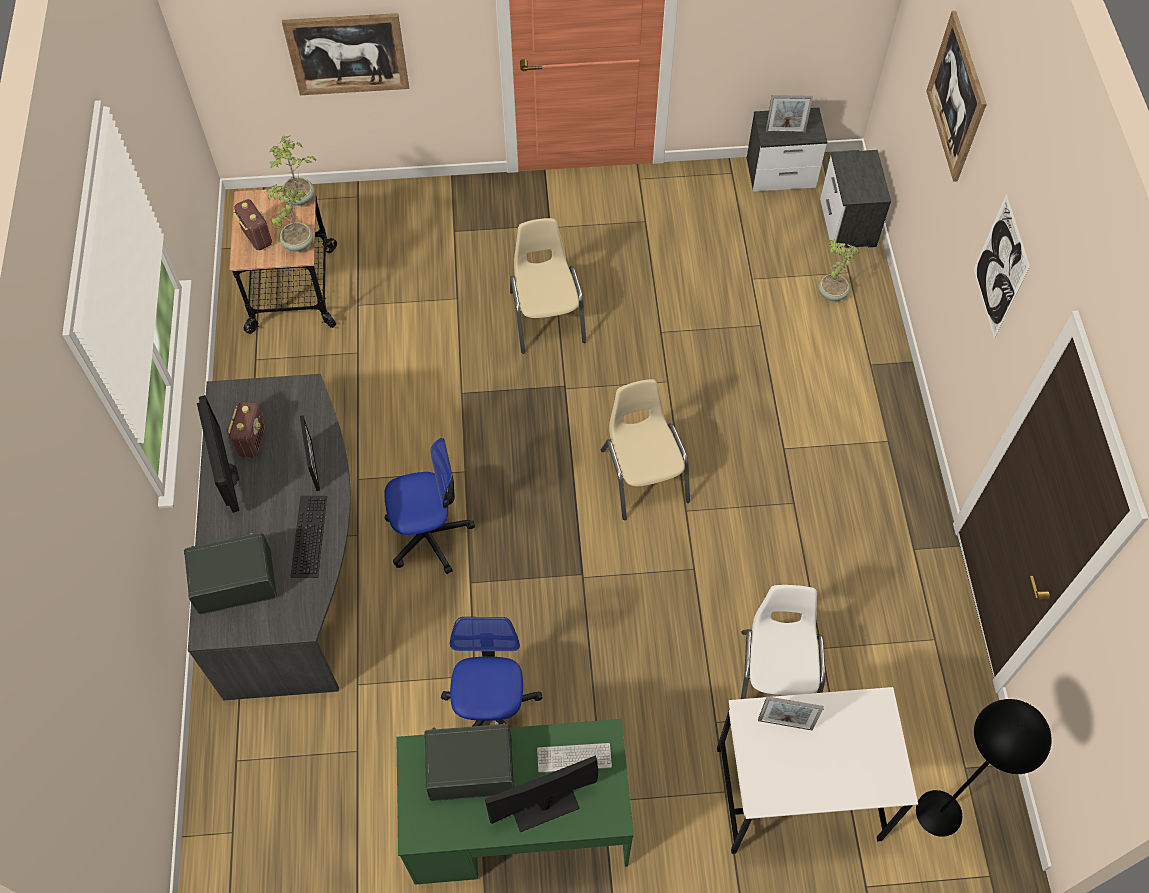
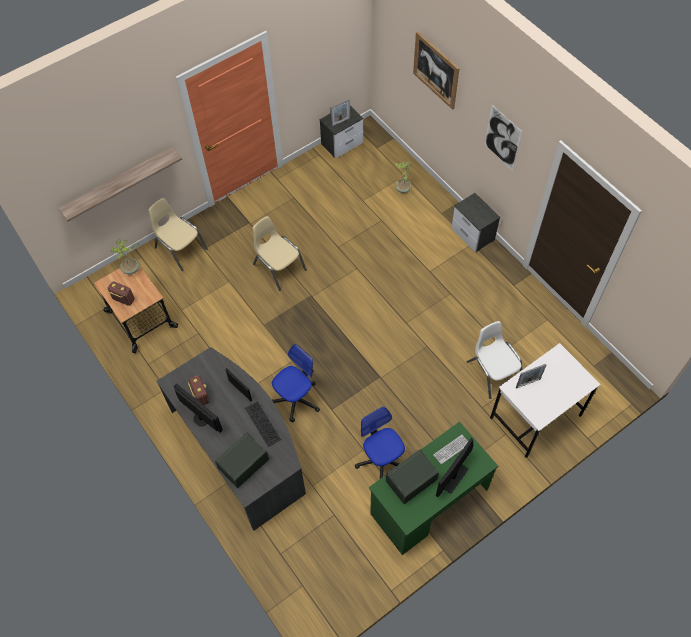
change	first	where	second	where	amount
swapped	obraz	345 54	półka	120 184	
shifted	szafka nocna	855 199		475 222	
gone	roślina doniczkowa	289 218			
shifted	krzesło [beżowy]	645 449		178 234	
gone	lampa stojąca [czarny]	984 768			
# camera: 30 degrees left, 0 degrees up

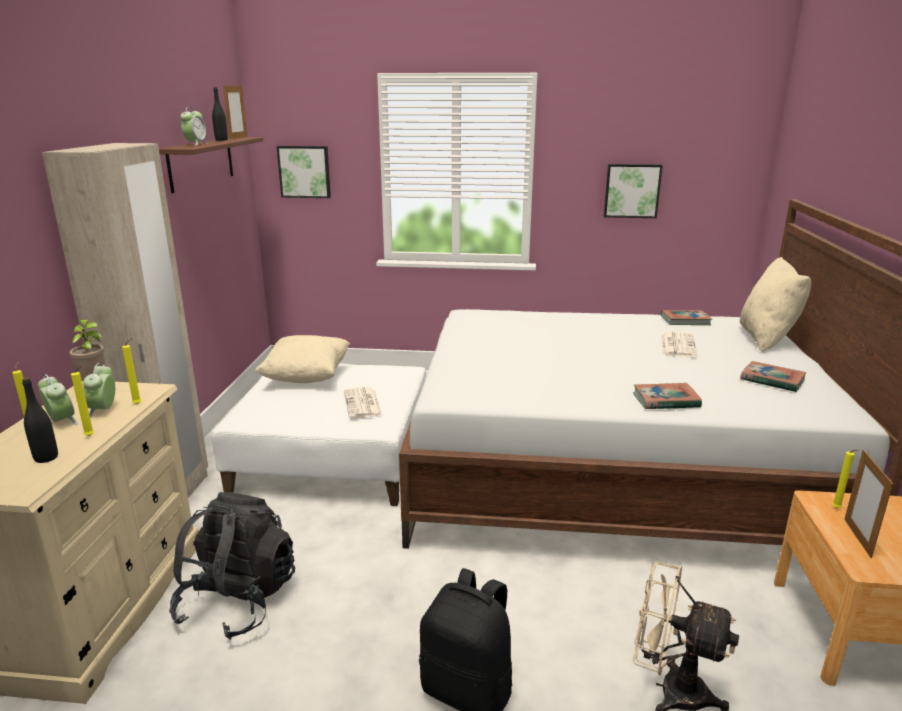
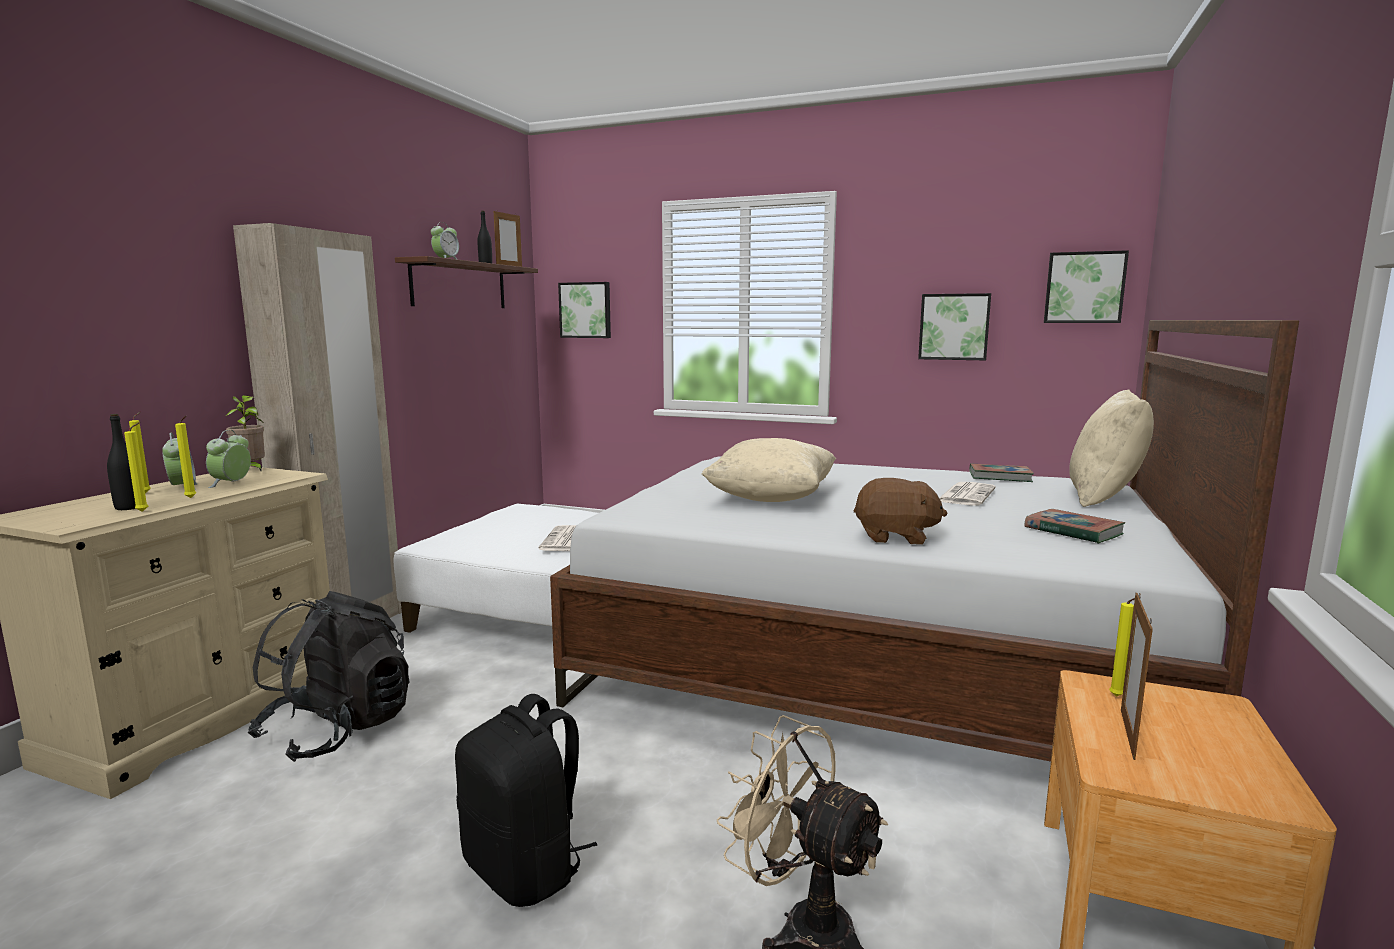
change	first	where	second	where	amount
shifted	poduszka [beżowy]	302 359		769 470	
shifted	świeca [żółty]	131 371		136 467	
swapped	książka	667 396	pluszak [brązowy]	901 511	
new			obraz	1086 286	
# camera: 15 degrees right, 10 degrees down

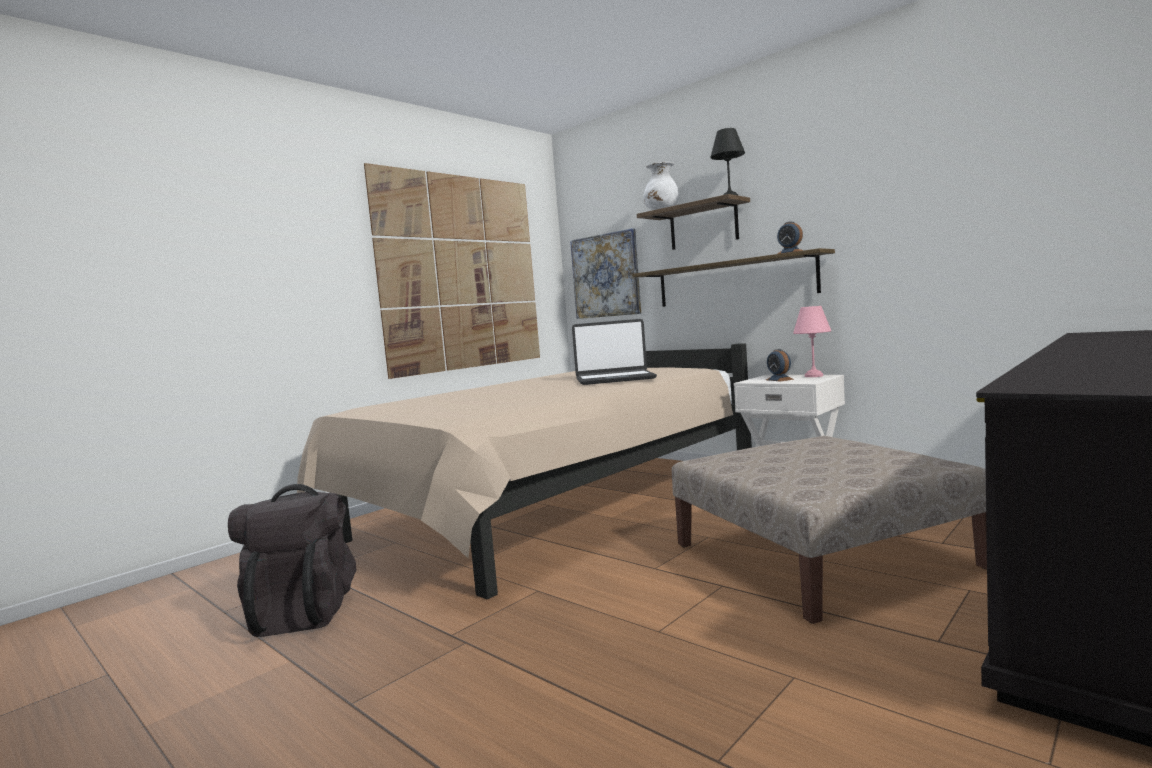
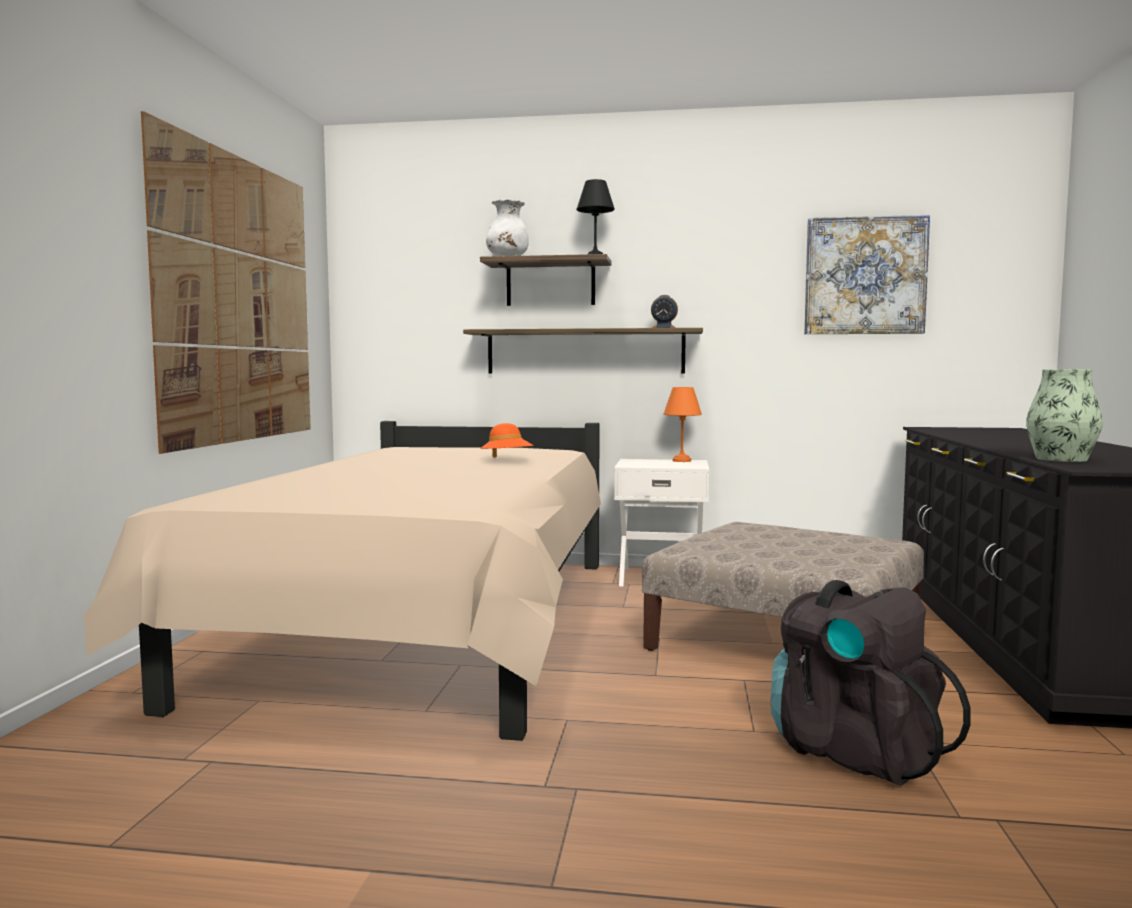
change	first	where	second	where	amount
shifted	obraz	605 273		867 274	
repainted	lampa stołowa [różowy]	812 341	lampa stołowa [pomarańczowy]	683 424	
swapped	laptop	614 352	kapelusz [pomarańczowy]	507 440	
gone	budzik	780 365			
shifted	plecak [czarny]	292 560		871 683	
new			wazon	1064 415	
# camera: 35 degrees left, 0 degrees up

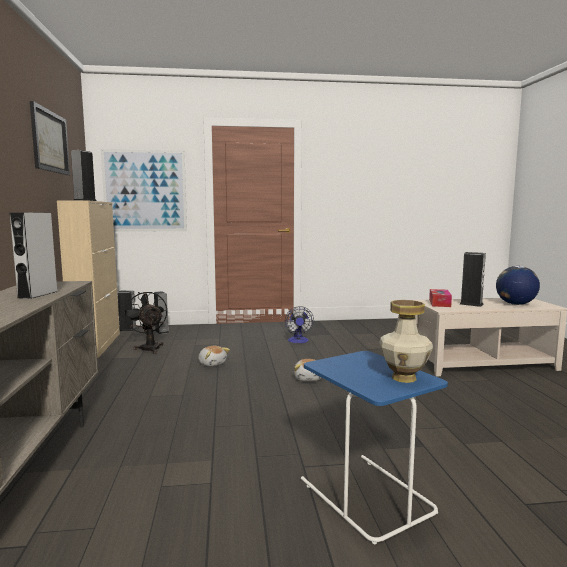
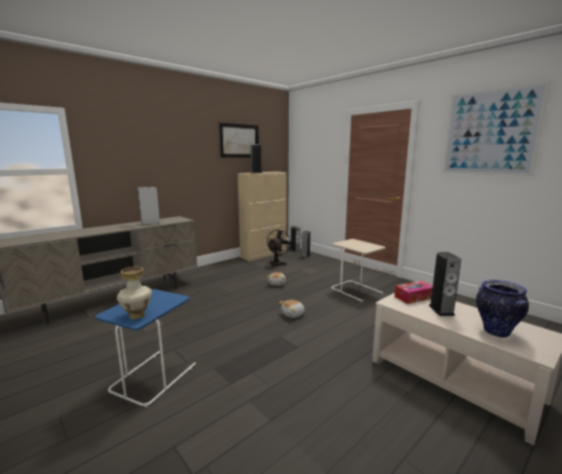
change	first	where	second	where	amount
shifted	obraz	144 190		496 128	
swapped	globus	518 285	wazon	502 309	
swapped	wentylator	299 324	stolik [beżowy]	358 270	
# camera: 55 degrees right, 5 degrees up

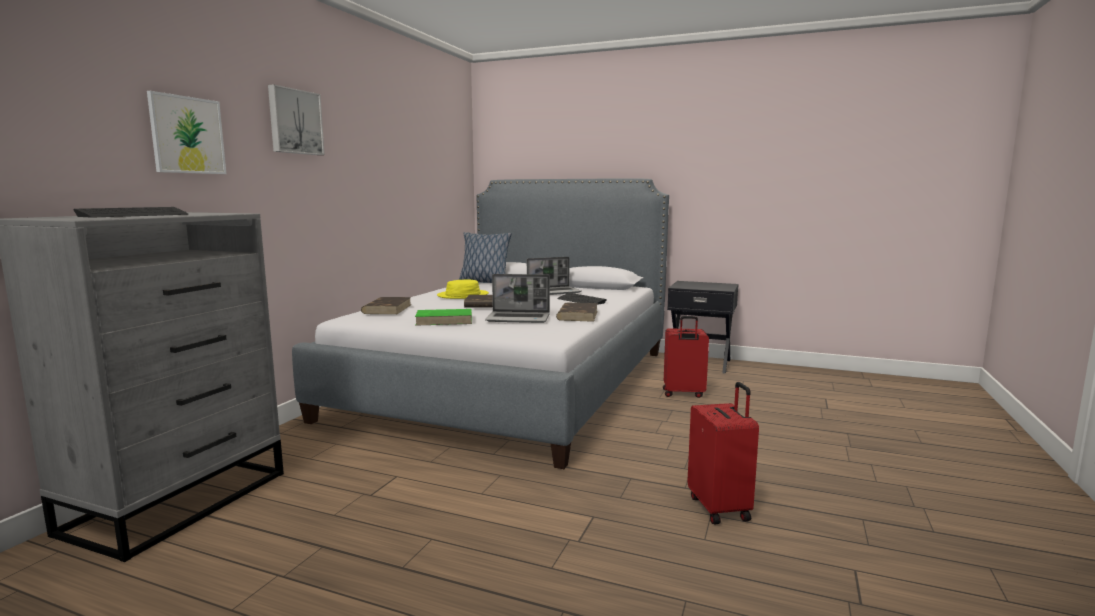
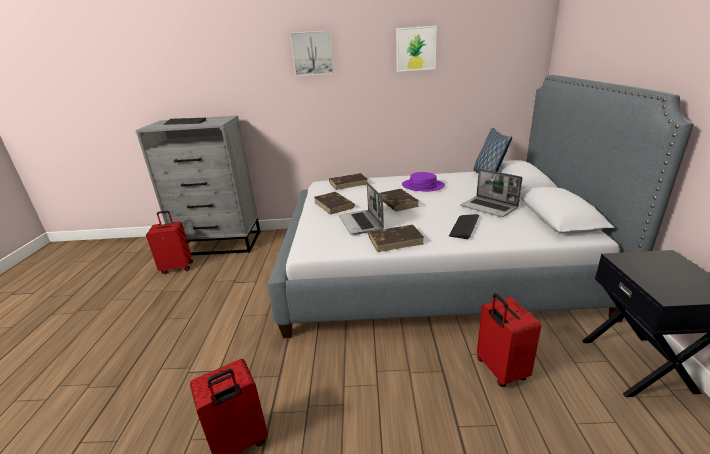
change	first	where	second	where	amount
shifted	obraz	186 132		416 49	
repainted	kapelusz [żółty]	463 289	kapelusz [fioletowy]	423 181	
repainted	książka [zielony]	443 317	książka [brązowy]	334 203	
new			walizka [czerwony]	169 242	
# camera: 70 degrees right, 15 degrees up

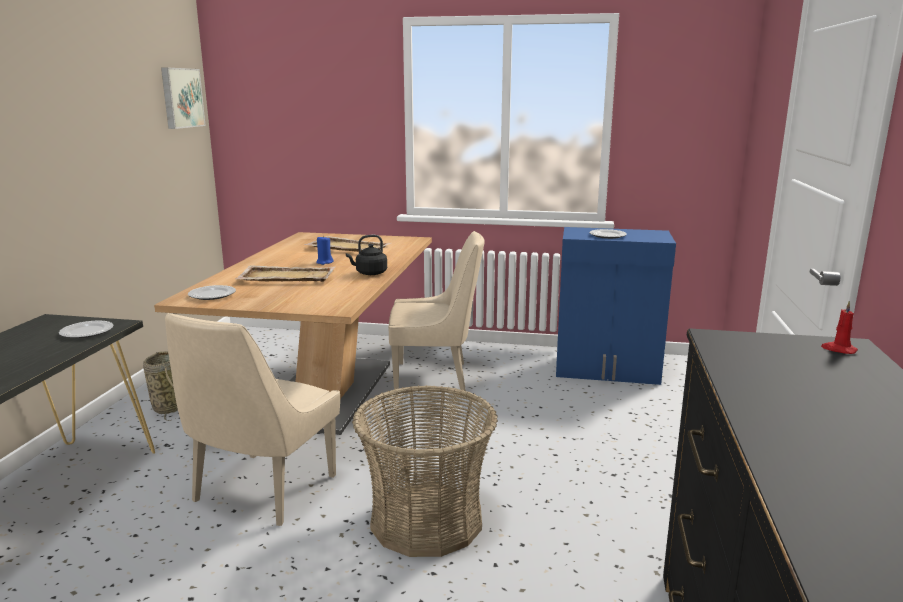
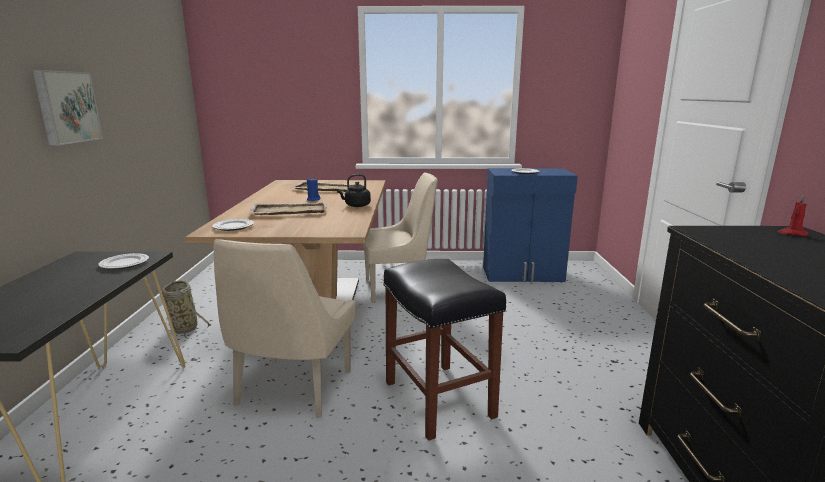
change	first	where	second	where	amount
shifted	obraz	183 98		67 108	
swapped	koszyk	425 471	stołek [czarny]	444 350	
# camera: 10 degrees left, 0 degrees up

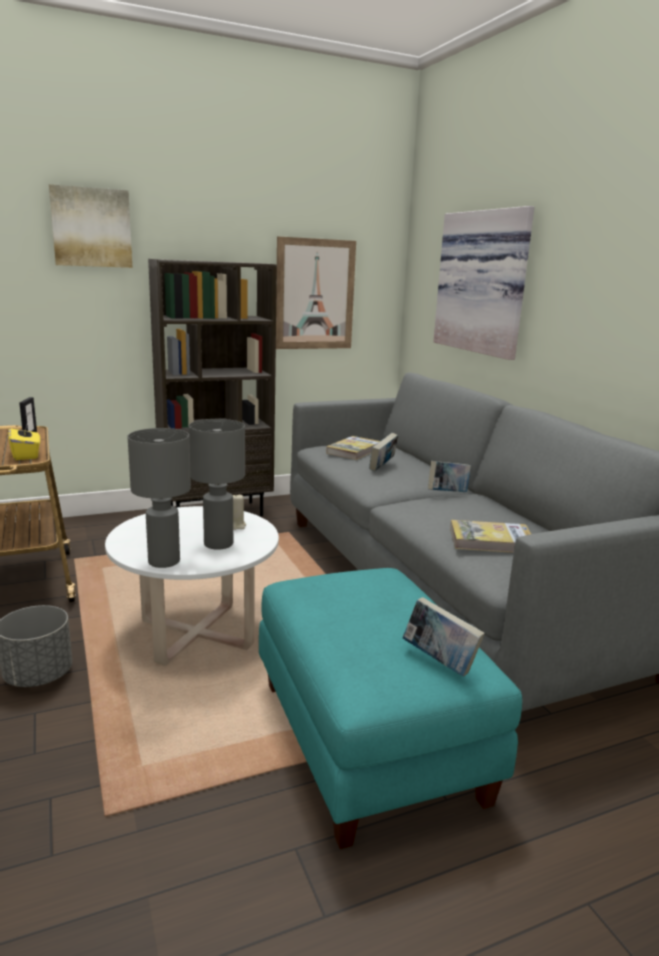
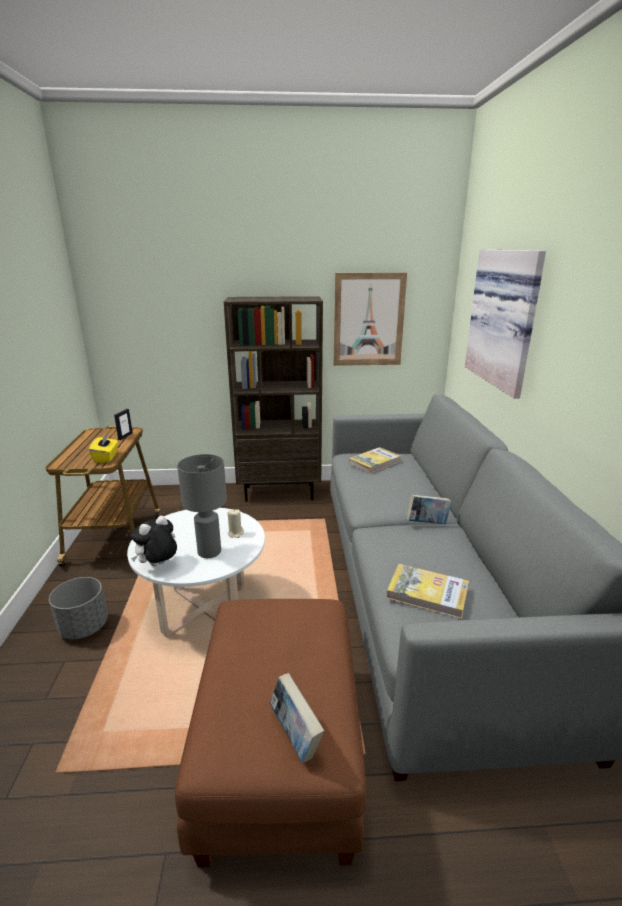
change	first	where	second	where	amount
gone	obraz	90 226			
swapped	lampa stołowa [szary]	159 498	pluszak	153 541	
gone	książka	383 452			
repainted	pufa [turkusowy]	390 708	pufa [brązowy]	270 733	
# camera: 20 degrees right, 5 degrees up

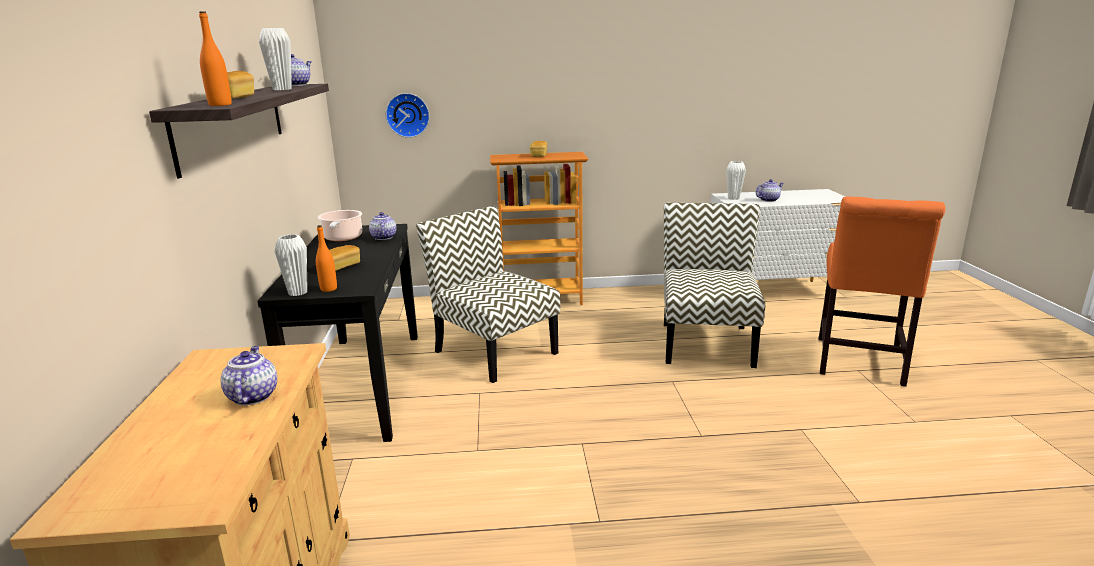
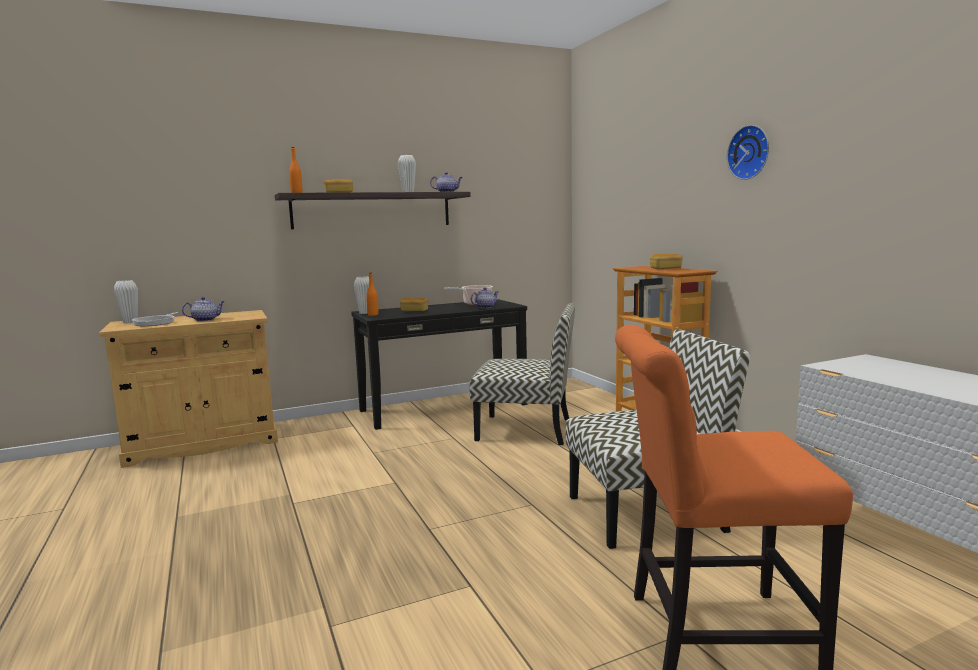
change	first	where	second	where	amount
shifted	zegar ścienny	408 115		748 152	
shifted	wazon [biały]	736 180		126 301	
gone	imbryk	770 190			
rotated	krzesło	488 294		522 374	75 degrees clockwise
new			patelnia	155 319	
# camera: 70 degrees right, 10 degrees down

